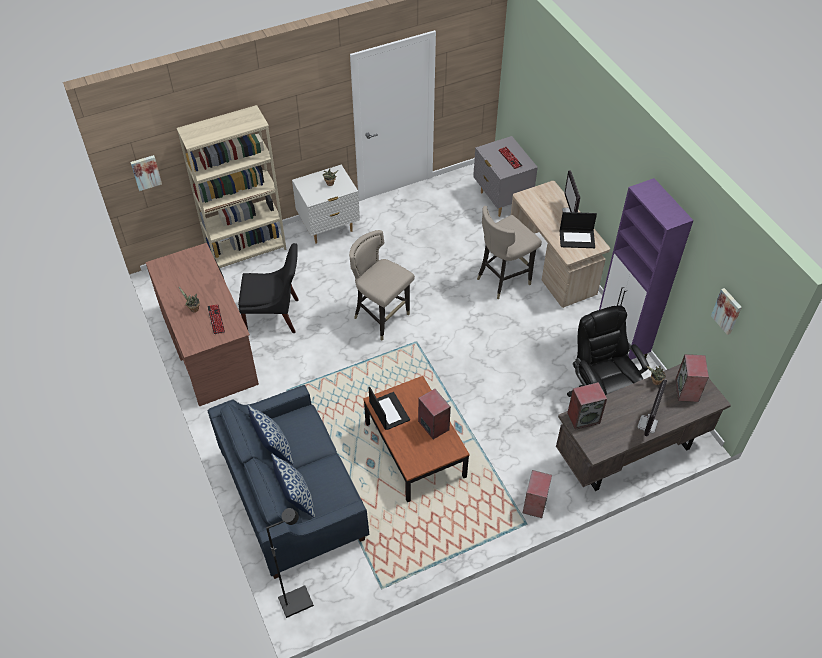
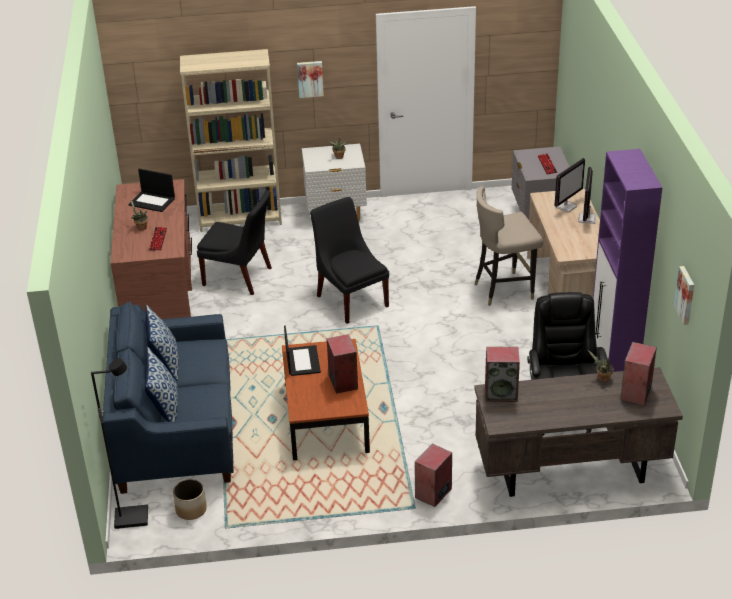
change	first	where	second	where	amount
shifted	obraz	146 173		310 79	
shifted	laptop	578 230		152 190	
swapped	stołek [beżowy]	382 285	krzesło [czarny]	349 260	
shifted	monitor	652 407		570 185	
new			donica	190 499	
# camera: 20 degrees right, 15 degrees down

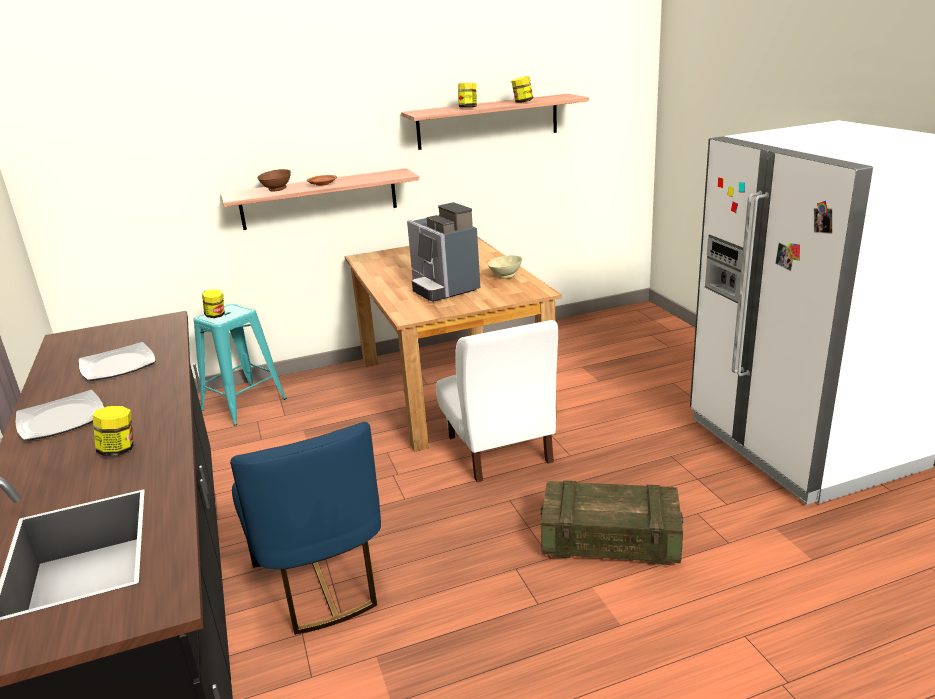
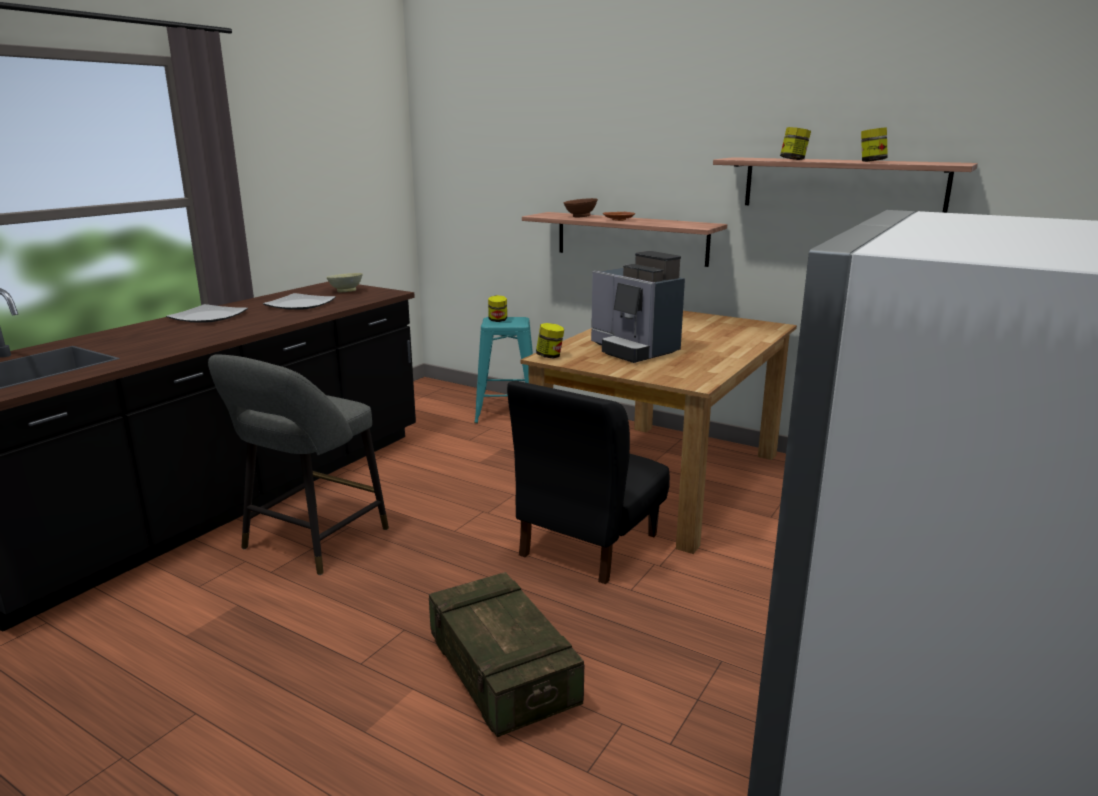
change	first	where	second	where	amount
rotated	ekspres do kawy	443 252		638 307	60 degrees counterclockwise
shifted	miska [beżowy]	505 267		345 282	
repainted	krzesło [biały]	497 401	krzesło [czarny]	588 482	
shifted	słoik	113 431		550 340	
swapped	krzesło [niebieski]	305 528	stołek [szary]	298 464	
# camera: 50 degrees right, 5 degrees down

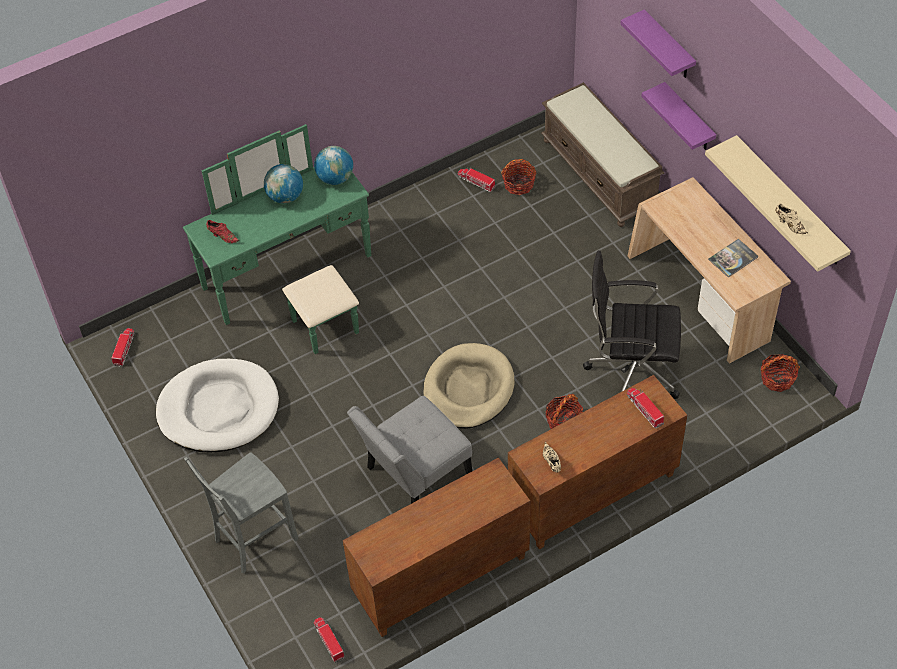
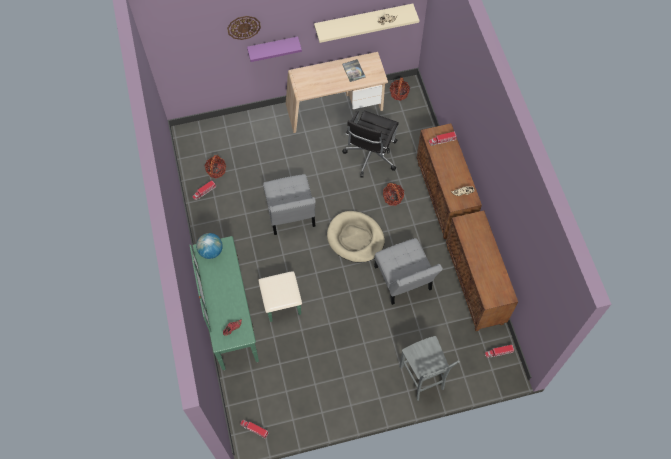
change	first	where	second	where	amount
swapped	półka [fioletowy]	658 43	zegar ścienny	244 28	
gone	ławka [brązowy]	602 154			
gone	globus	283 183			
gone	legowisko [biały]	217 406			
new			krzesło [szary]	289 204	
# camera: 75 degrees left, 10 degrees up

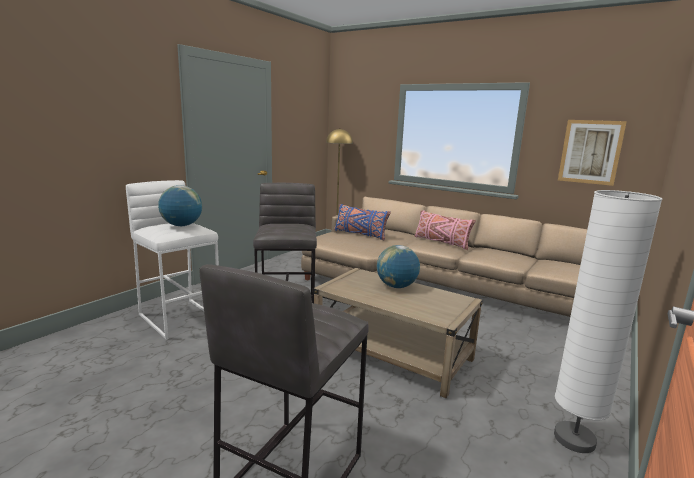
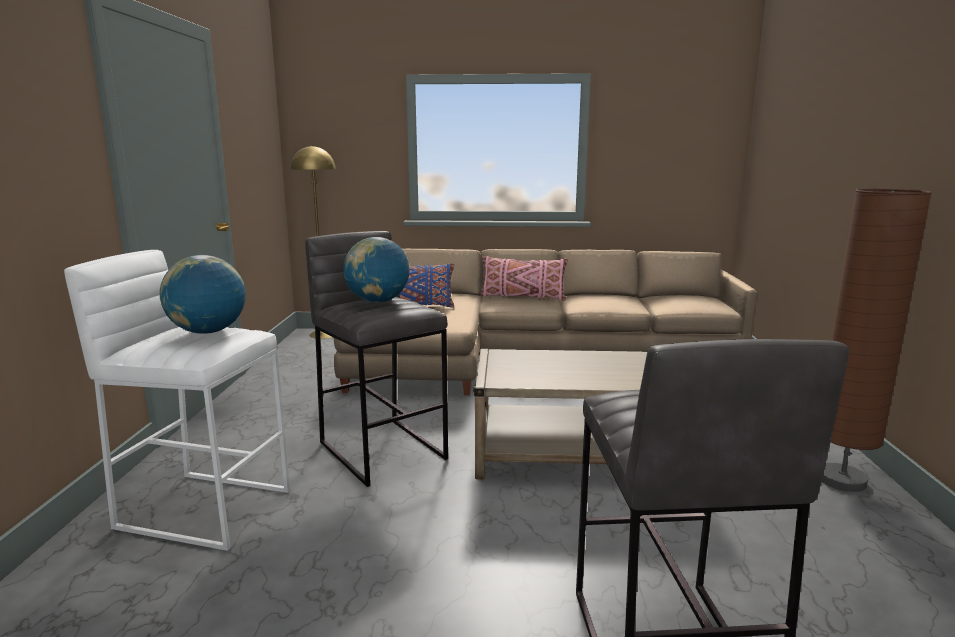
change	first	where	second	where	amount
gone	obraz	592 153			
repainted	lampa stojąca [biały]	608 321	lampa stojąca [brązowy]	877 340	
shifted	globus	398 266		376 270	
# camera: 30 degrees left, 0 degrees up

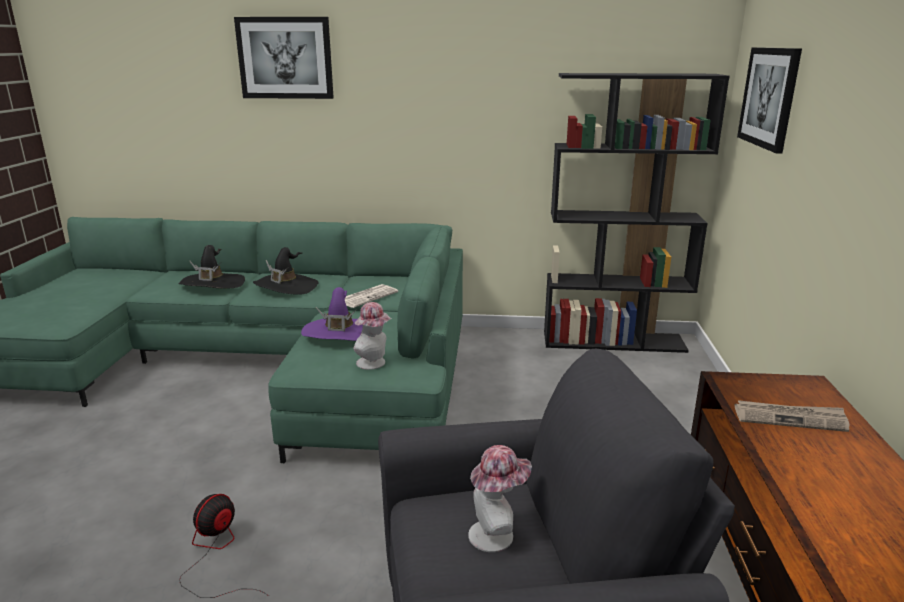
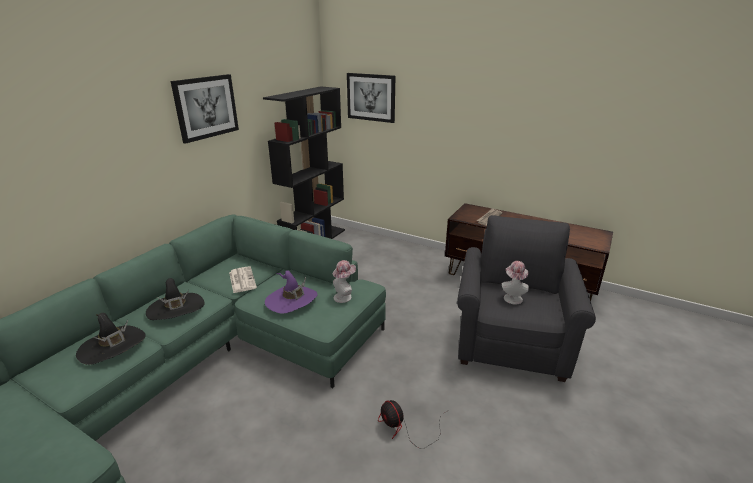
change	first	where	second	where	amount
shifted	obraz	284 58		205 109	
# camera: 65 degrees left, 5 degrees up

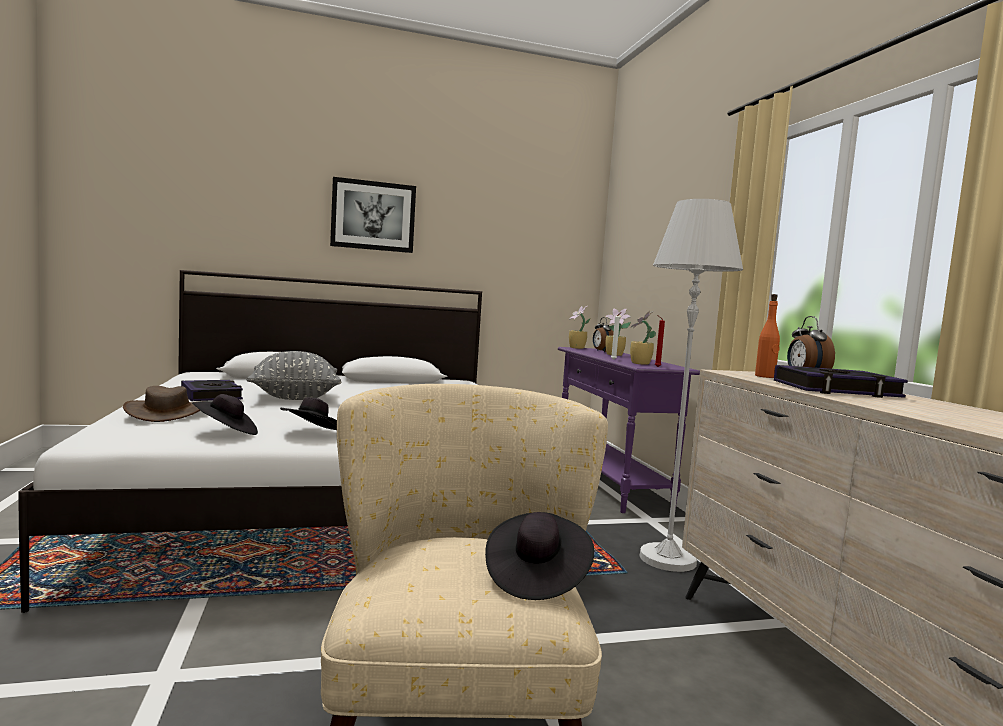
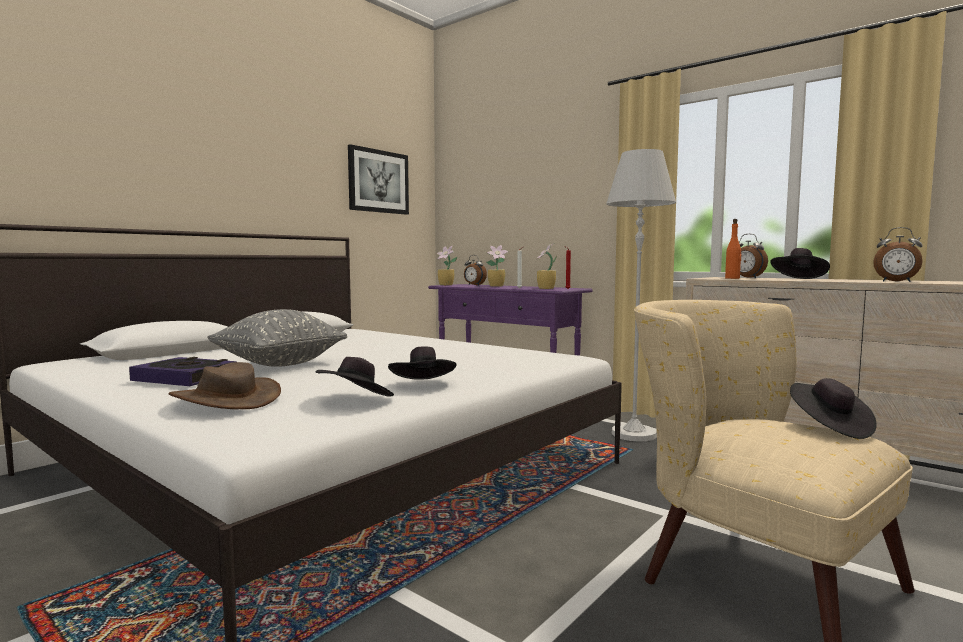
change	first	where	second	where	amount
shifted	obraz	373 215		378 179	
swapped	książka	841 381	kapelusz [czarny]	800 263	
new			budzik	898 254	
# camera: 35 degrees left, 0 degrees up

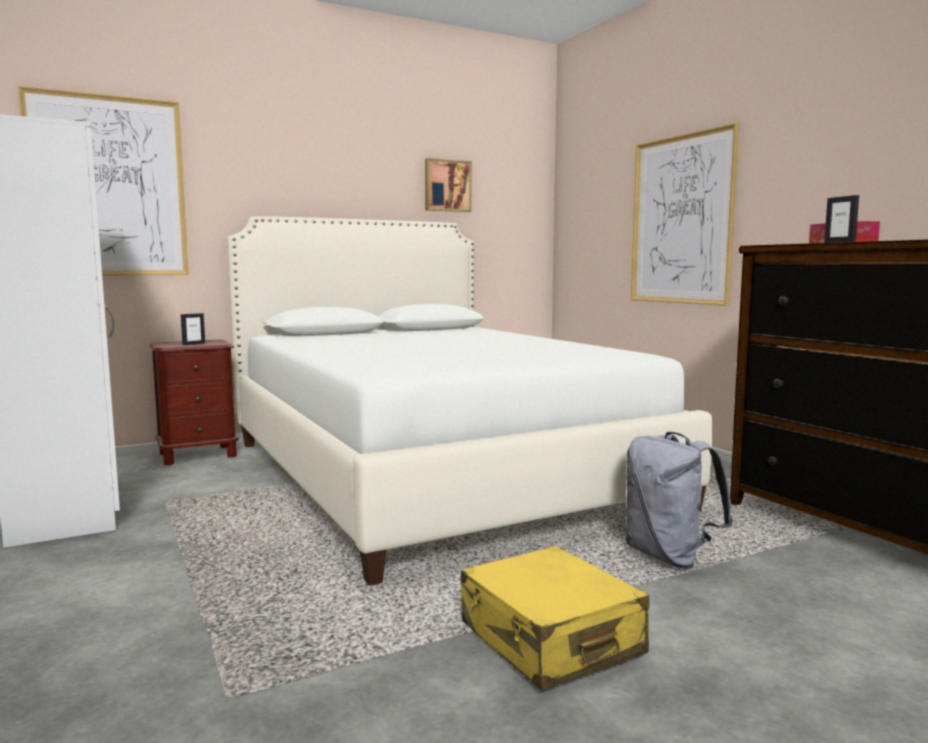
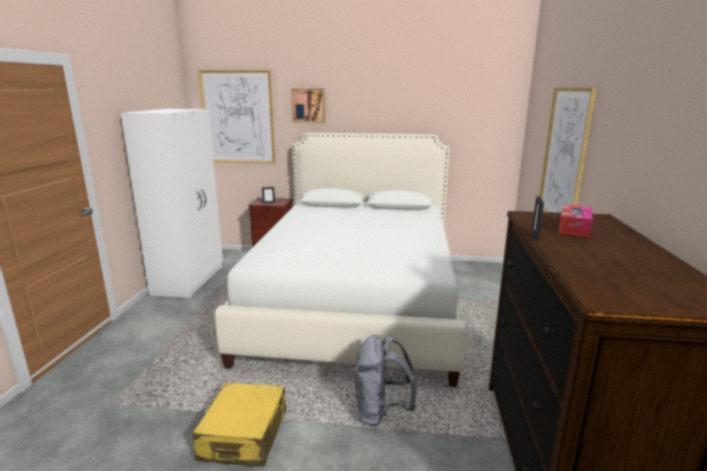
change	first	where	second	where	amount
shifted	obraz	448 185		308 106	
# camera: 35 degrees right, 10 degrees up

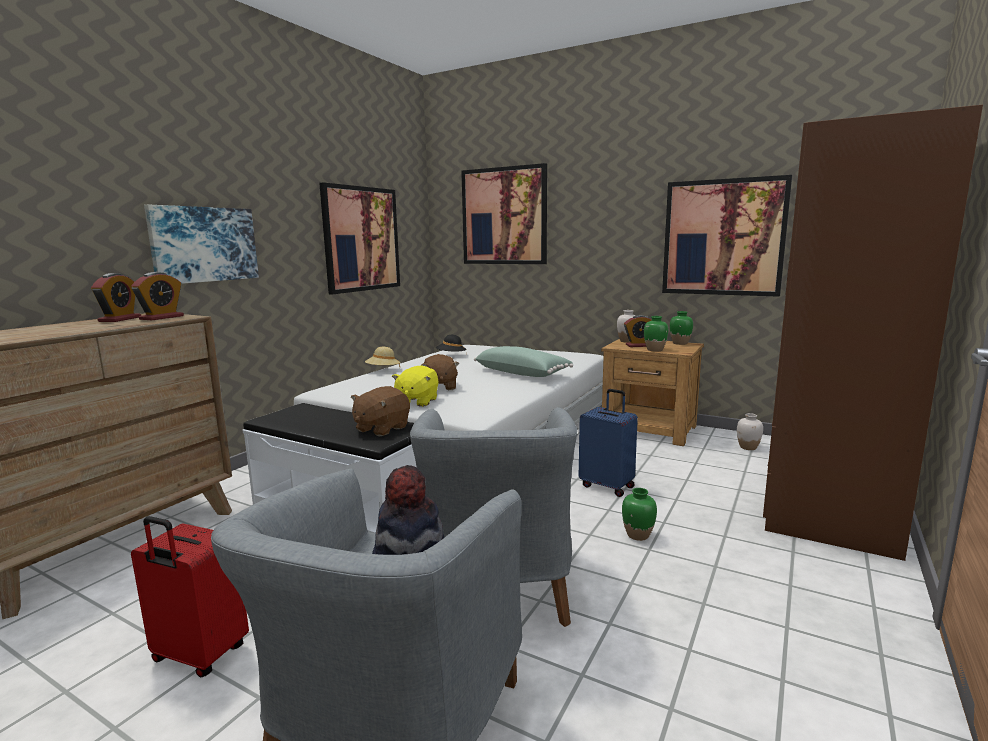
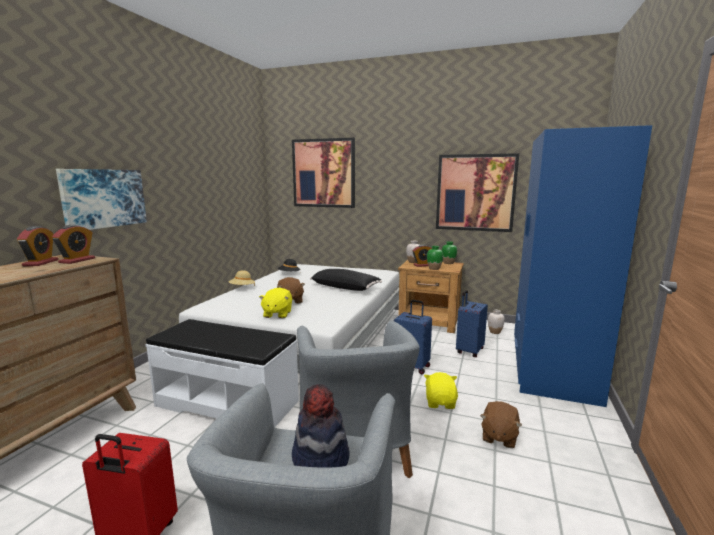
change	first	where	second	where	amount
repainted	szafa [brązowy]	873 333	szafa [niebieski]	583 266	
gone	obraz	359 238			
repainted	poduszka [zielony]	523 361	poduszka [czarny]	346 280	
shifted	pluszak [brązowy]	380 411		501 424	
swapped	wazon [zielony]	639 514	pluszak [żółty]	441 390	
new			walizka [niebieski]	472 323	
# camera: 10 degrees left, 0 degrees up

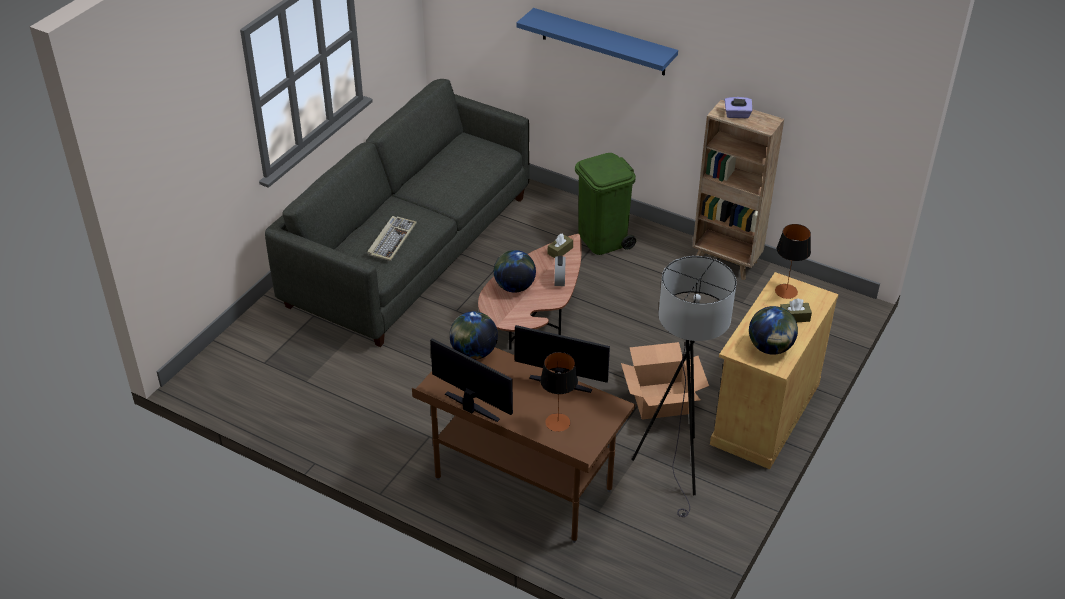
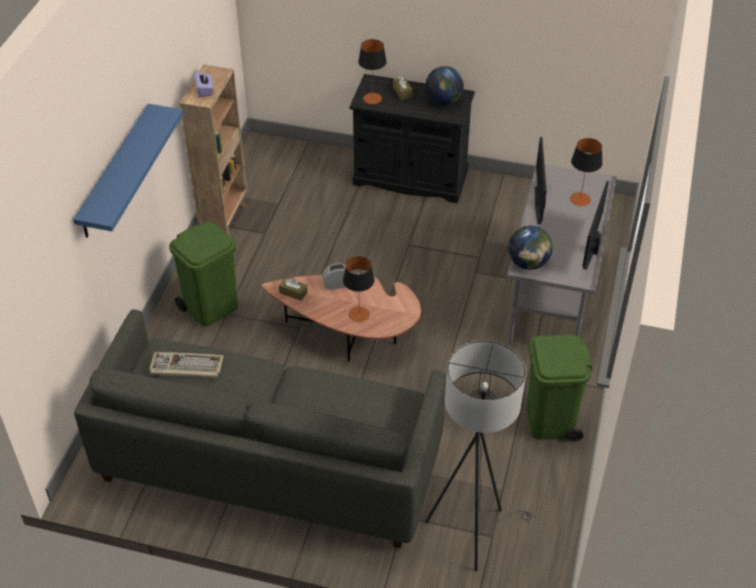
change	first	where	second	where	amount
shifted	klawiatura	392 238		186 365	
swapped	globus	515 271	lampa stołowa	358 289	
shifted	lampa stojąca [szary]	683 386		478 455	
repainted	szafka [beżowy]	774 370	szafka [czarny]	412 138	
gone	karton	665 381			
repainted	biurko [brązowy]	523 445	biurko [szary]	562 254	
new			kosz na śmieci [zielony]	559 388	
# camera: 105 degrees left, 5 degrees up

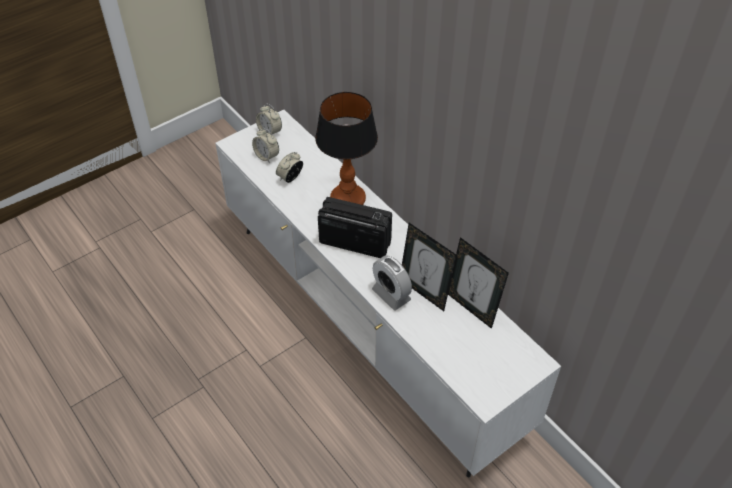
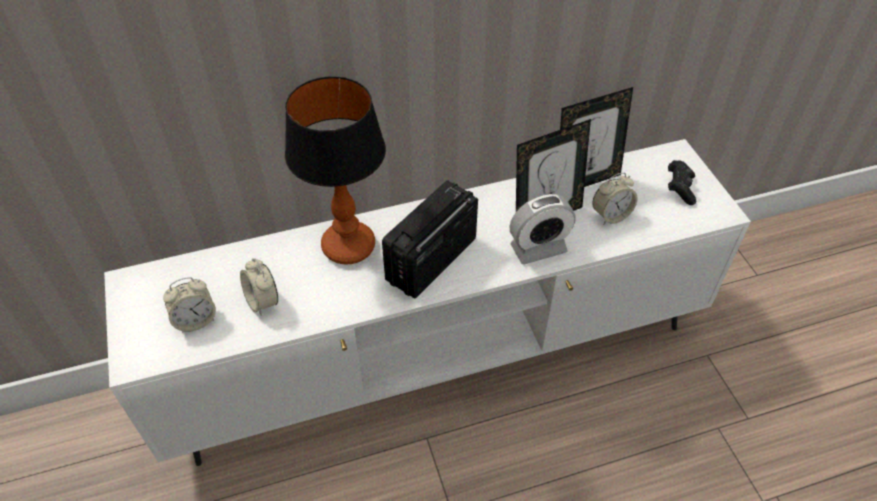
change	first	where	second	where	amount
shifted	budzik	269 119		615 199	
new			pad do gier [czarny]	682 182	
# camera: 70 degrees left, 0 degrees up

